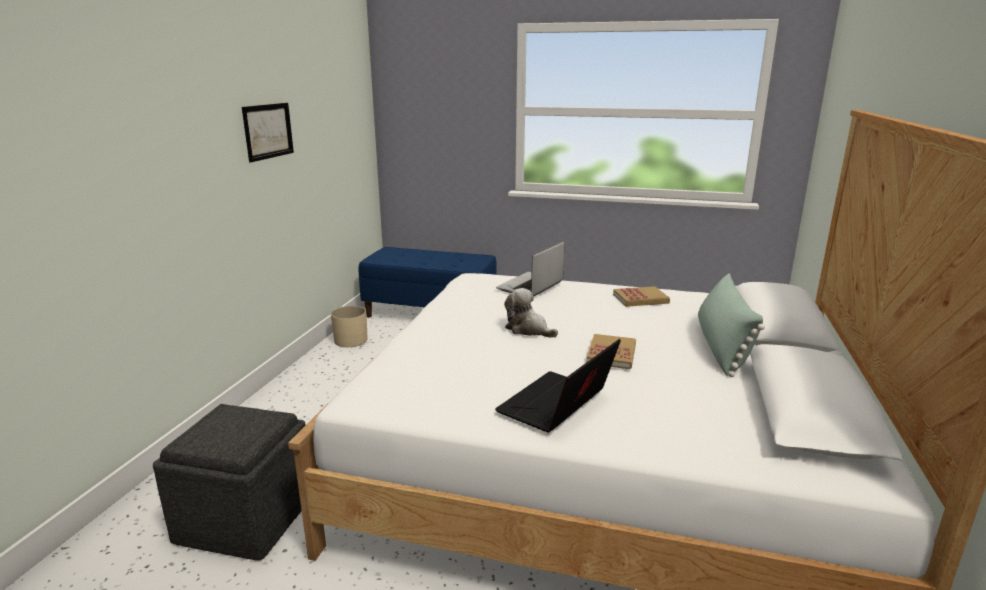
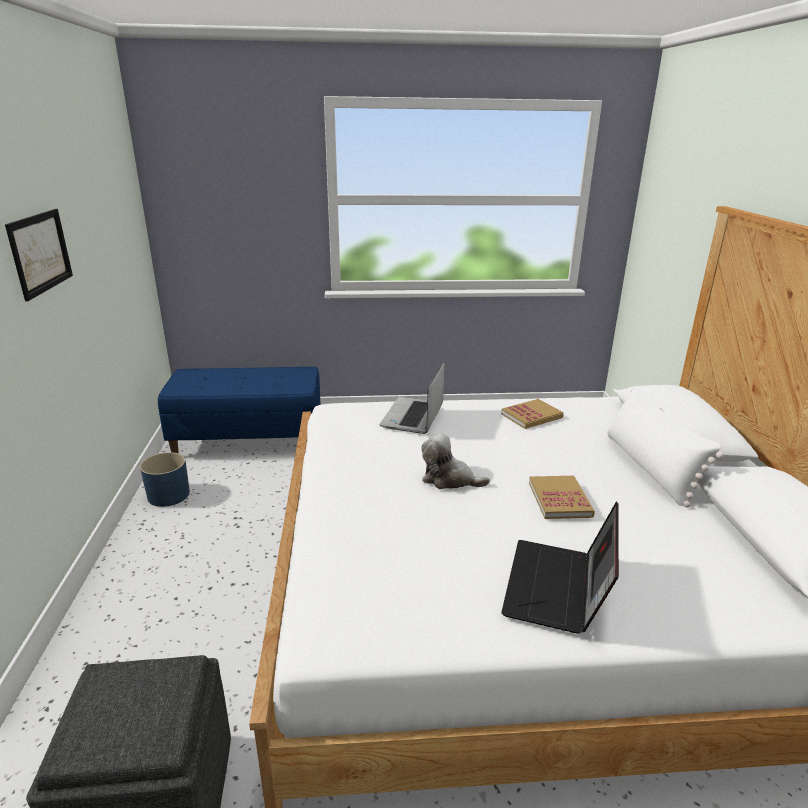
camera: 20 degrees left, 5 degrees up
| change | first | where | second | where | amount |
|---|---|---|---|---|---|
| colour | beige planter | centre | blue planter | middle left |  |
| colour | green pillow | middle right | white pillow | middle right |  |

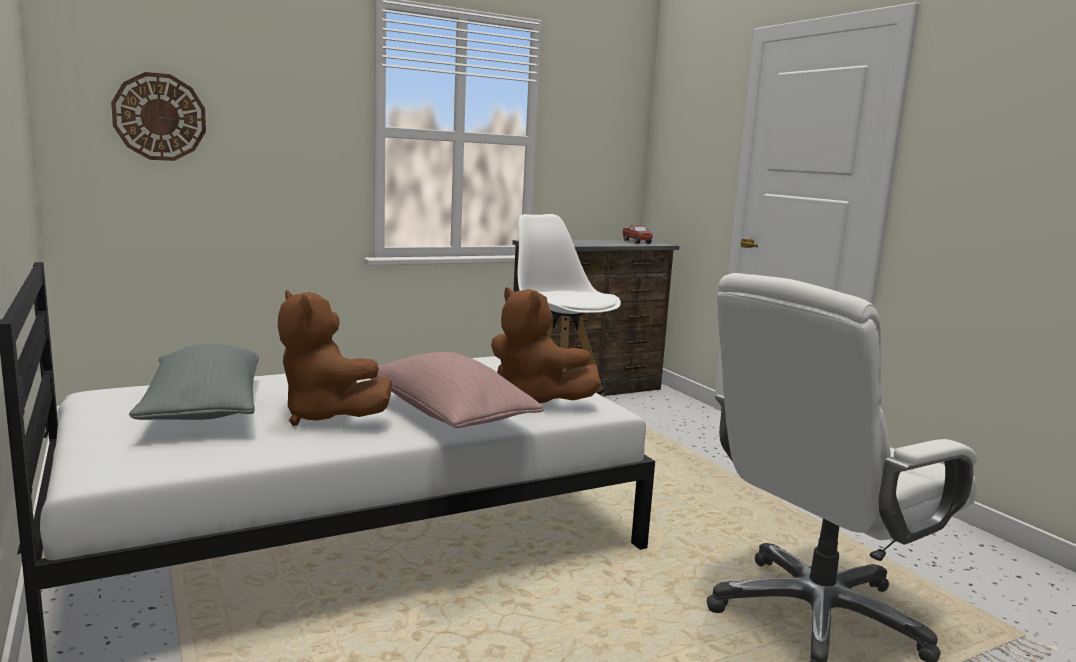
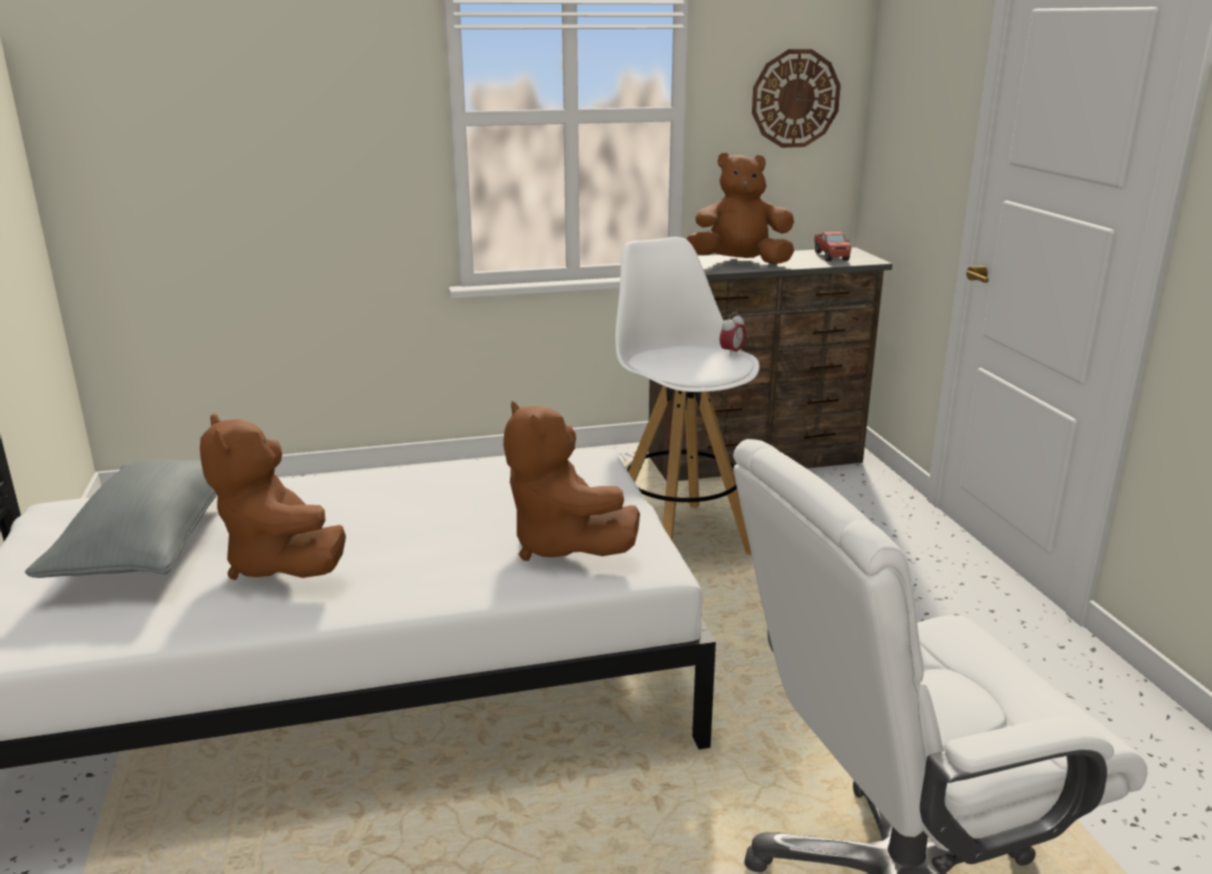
camera: 15 degrees right, 10 degrees up
| change | first | where | second | where | amount |
|---|---|---|---|---|---|
| relocated | wall clock | top left |  | top centre |  |
| missing | pink pillow | centre |  |  |  |
| appeared |  |  | brown plush toy (no. 3 from left) | top centre |  |
| appeared |  |  | alarm clock | centre |  |

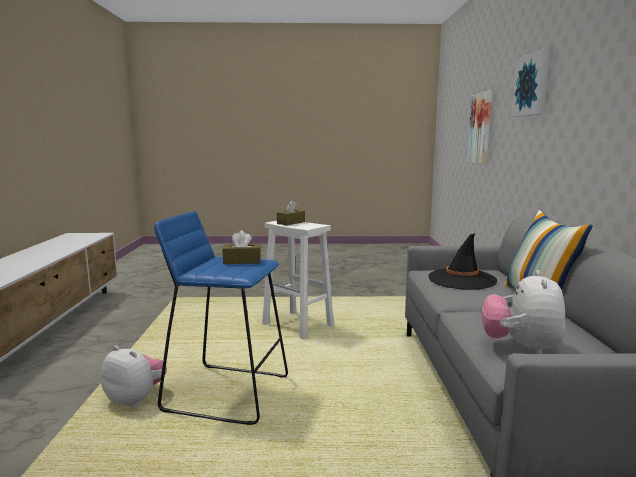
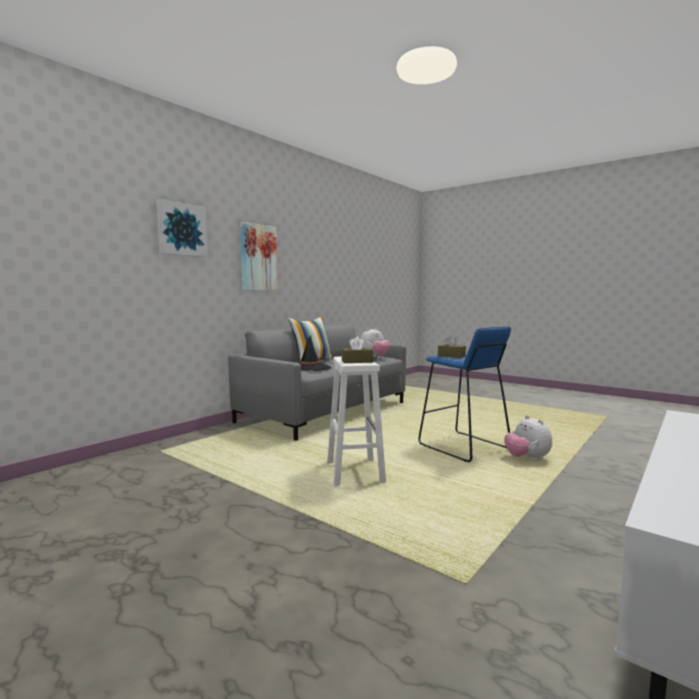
camera: 140 degrees left, 5 degrees down
| change | first | where | second | where | amount |
|---|---|---|---|---|---|
| relocated | picture (no. 1 from left in the first image) | top right | picture (no. 2 from left) | centre |  |

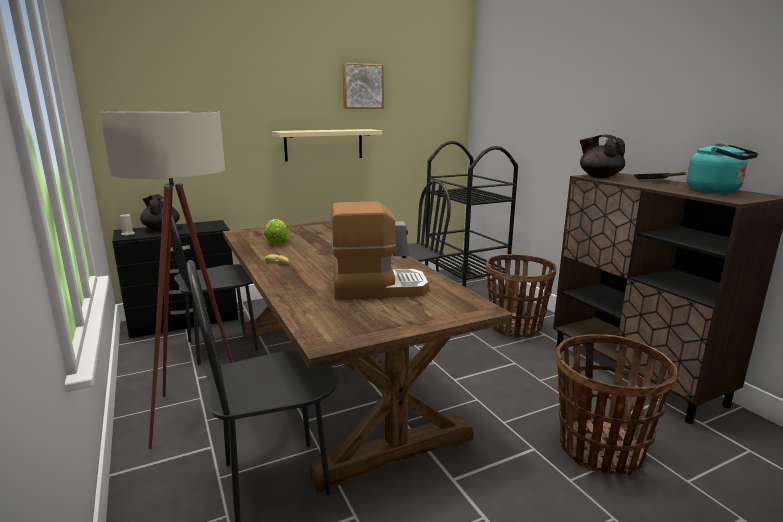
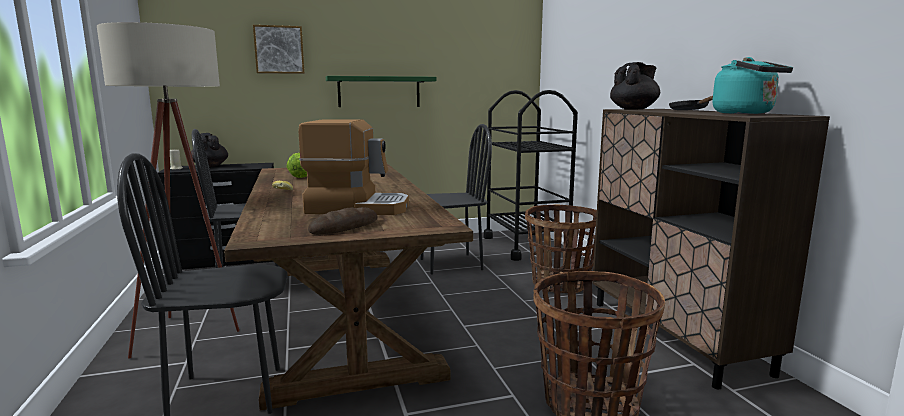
camera: 10 degrees right, 5 degrees down
| change | first | where | second | where | amount |
|---|---|---|---|---|---|
| colour | beige shelf | top centre | green shelf | top centre |  |
| relocated | picture | top centre |  | top left |  |
| spun | black teapot (no. 2 from left) | top right |  | top right | 75 degrees clockwise |
| appeared |  |  | bread (no. 2 from left) | centre |  |

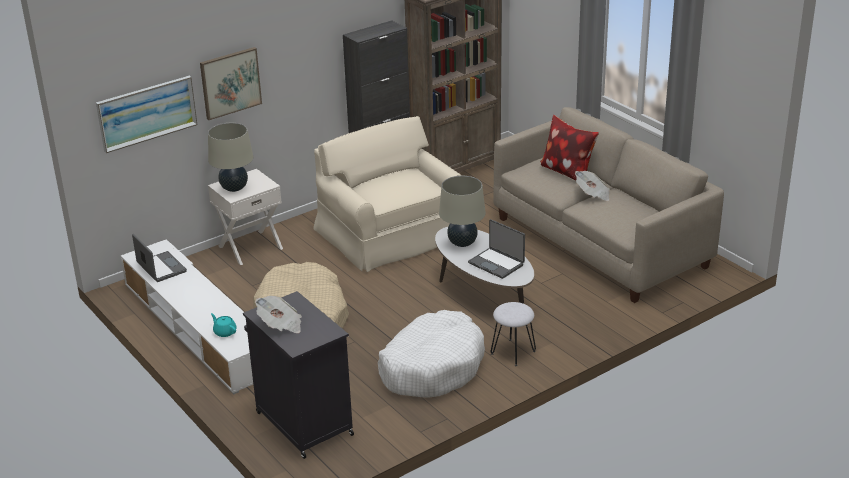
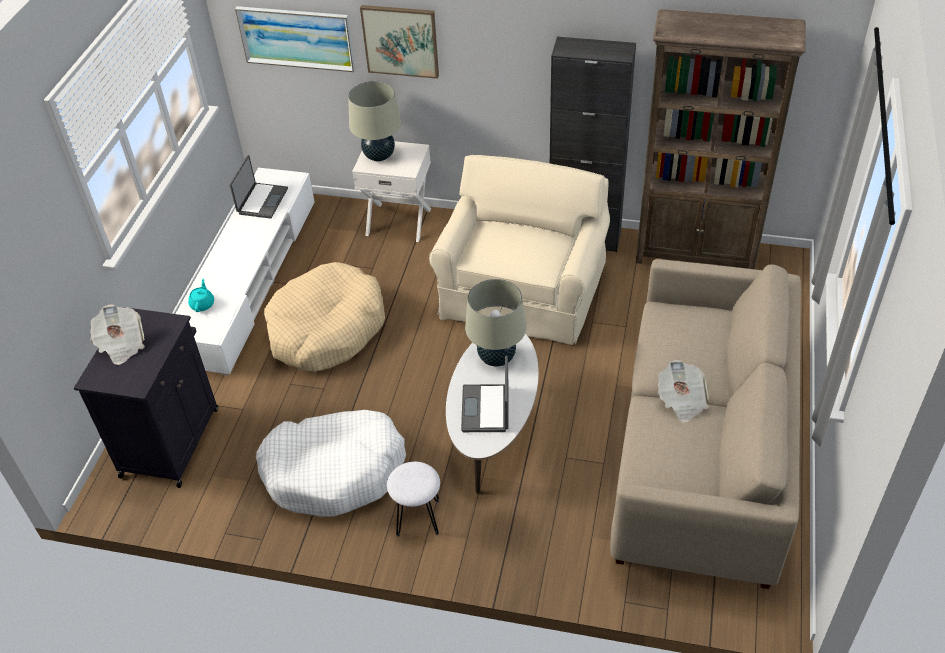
camera: 50 degrees right, 15 degrees up
| change | first | where | second | where | amount |
|---|---|---|---|---|---|
| missing | pillow | top right |  |  |  |

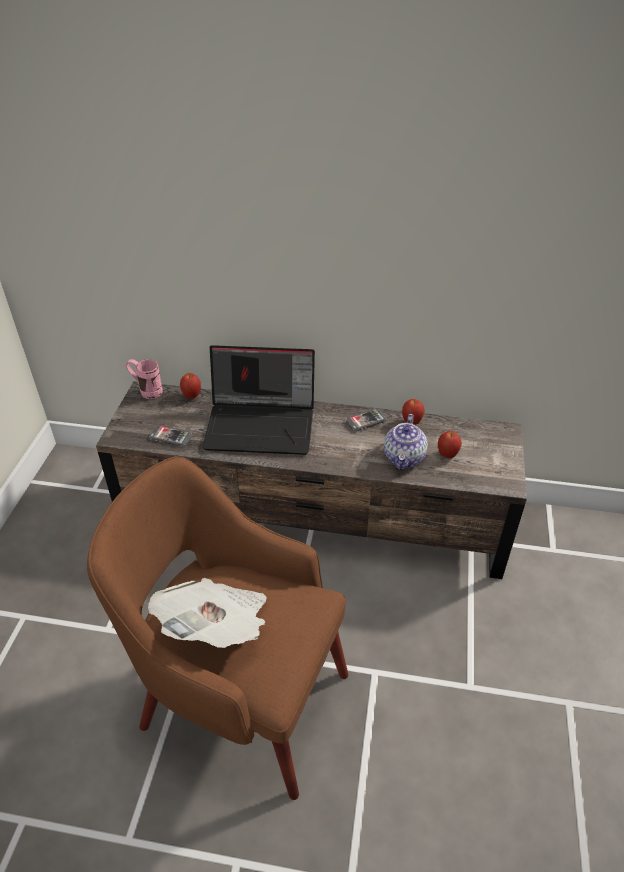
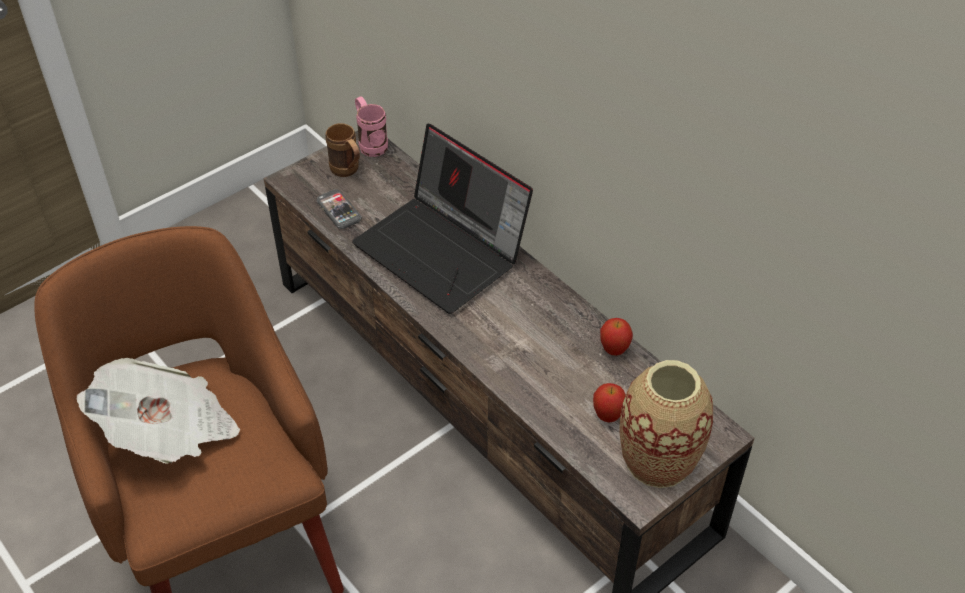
camera: 40 degrees right, 5 degrees up
| change | first | where | second | where | amount |
|---|---|---|---|---|---|
| missing | apple (no. 1 from left) | middle left |  |  |  |
| missing | phone (no. 2 from left) | centre |  |  |  |
| missing | teapot | centre |  |  |  |
| appeared |  |  | brown mug | top centre |  |
| appeared |  |  | vase | bottom right |  |

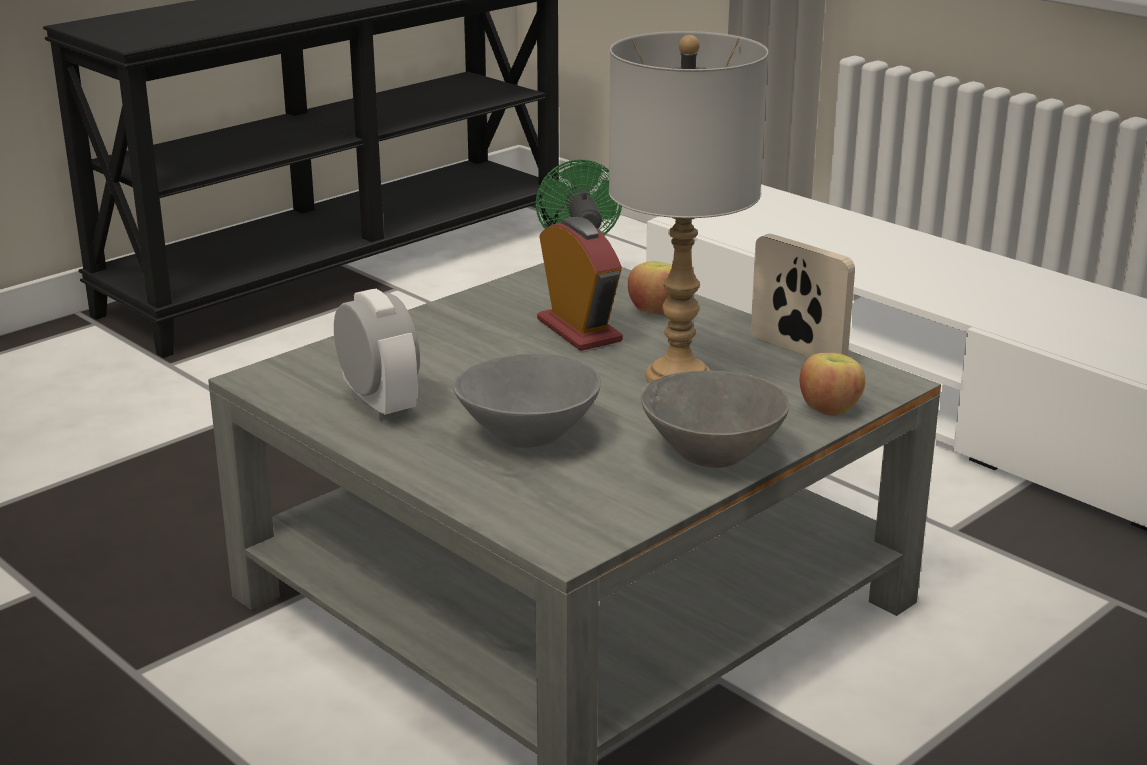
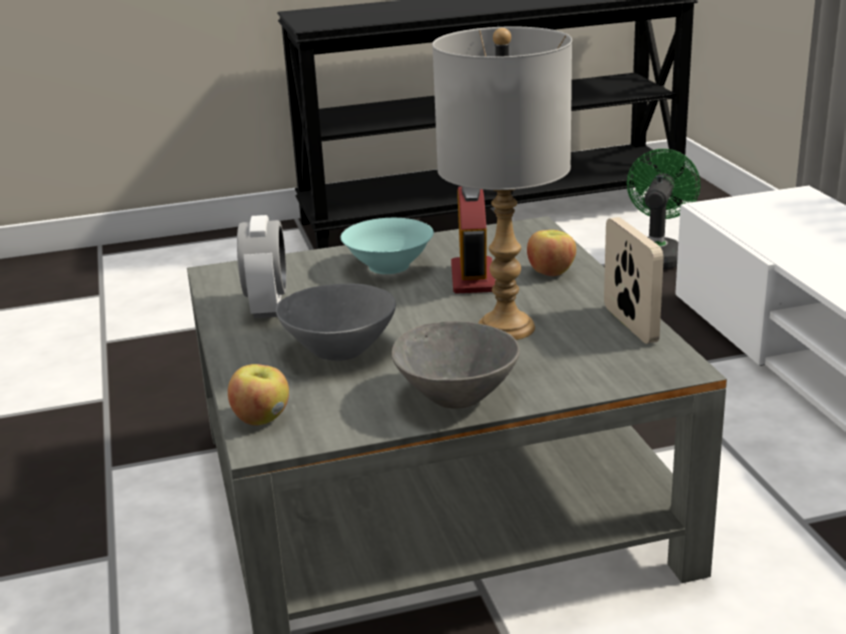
camera: 30 degrees right, 0 degrees up
| change | first | where | second | where | amount |
|---|---|---|---|---|---|
| relocated | apple (no. 2 from left in the first image) | middle right | apple (no. 1 from left) | middle left |  |
| appeared |  |  | turquoise bowl | centre |  |

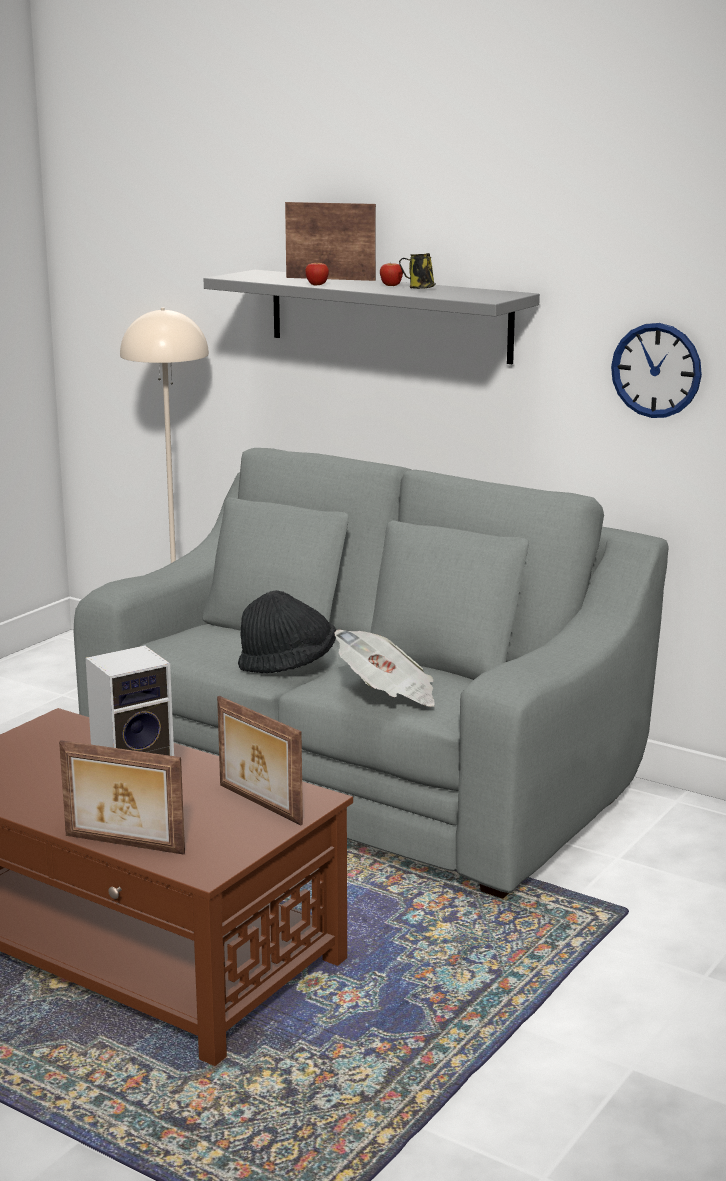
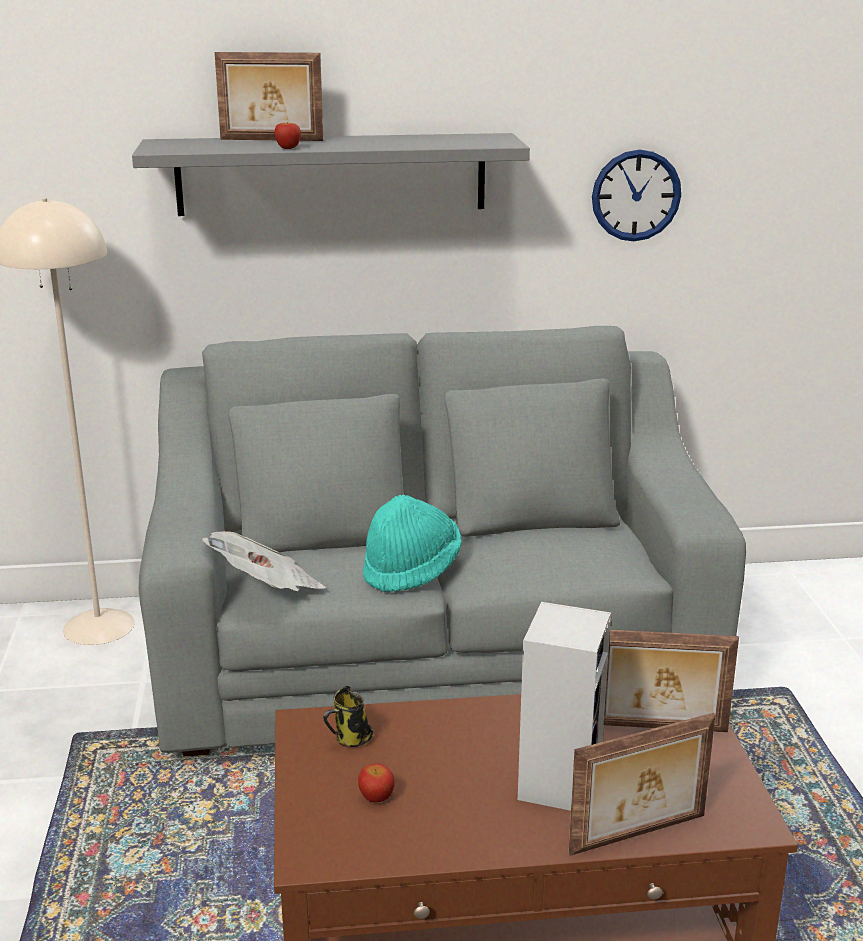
camera: 40 degrees left, 5 degrees up
| change | first | where | second | where | amount |
|---|---|---|---|---|---|
| colour | black hat | centre | turquoise hat | centre |  |
| spun | picture frame (no. 3 from left in the first image) | top centre | picture frame (no. 1 from left) | top left | 150 degrees counterclockwise |
| relocated | newspaper | centre |  | middle left |  |
| relocated | apple (no. 2 from left) | top centre |  | bottom centre |  |
| relocated | mug | top centre |  | bottom centre |  |

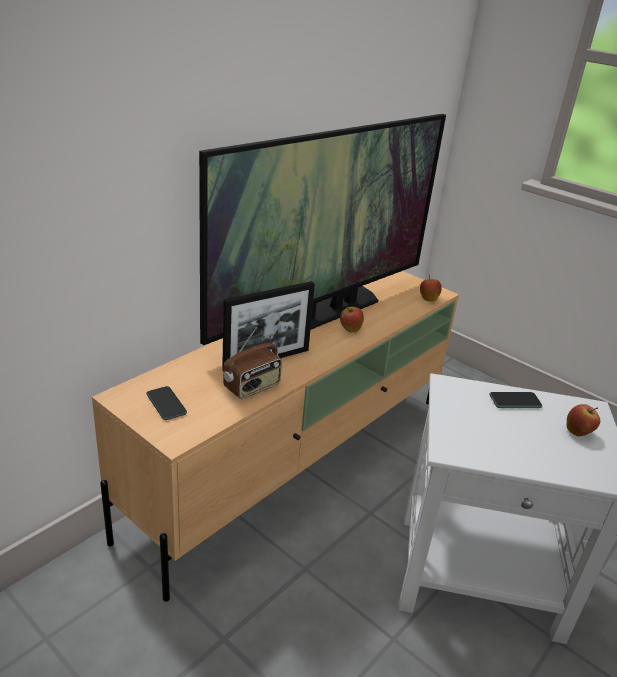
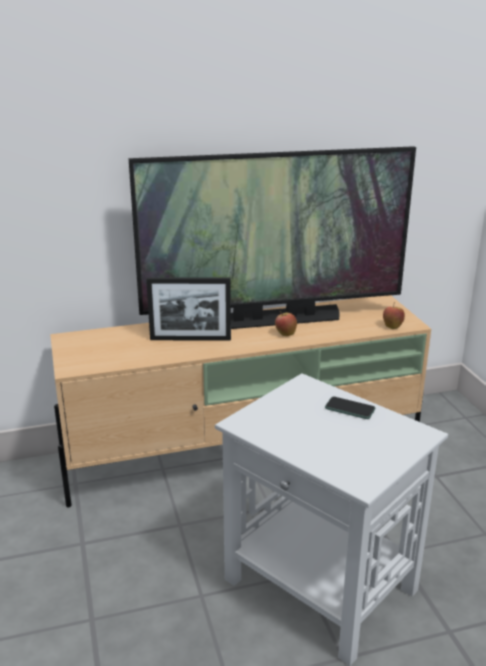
camera: 35 degrees right, 5 degrees down
| change | first | where | second | where | amount |
|---|---|---|---|---|---|
| missing | phone (no. 1 from left) | middle left |  |  |  |
| missing | radio | centre |  |  |  |
| missing | apple (no. 3 from left) | middle right |  |  |  |

